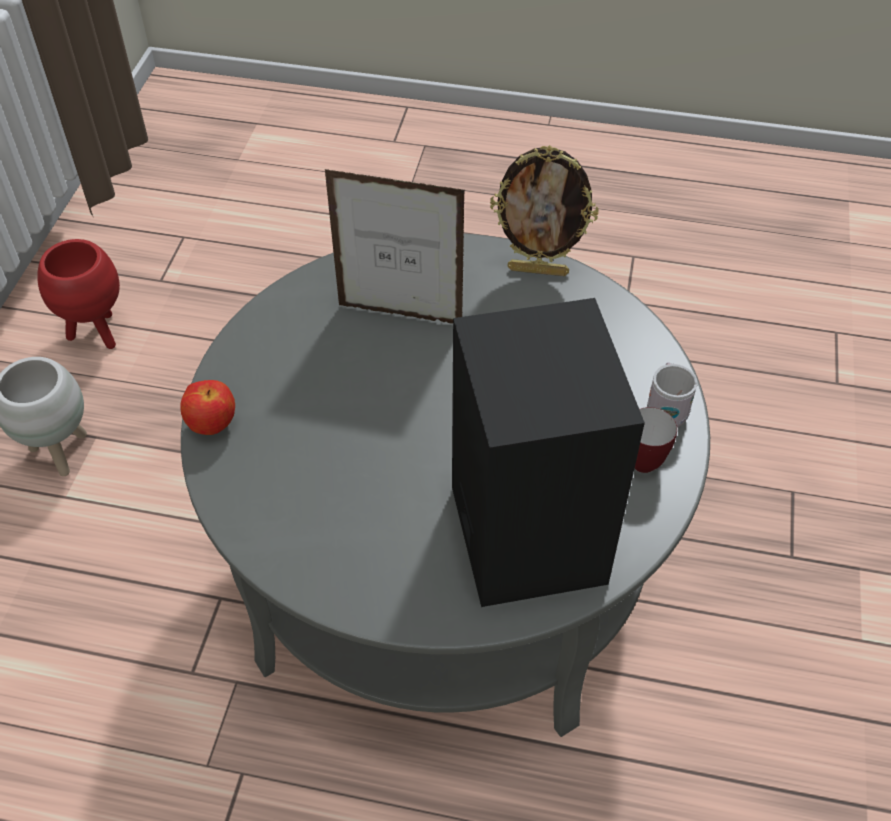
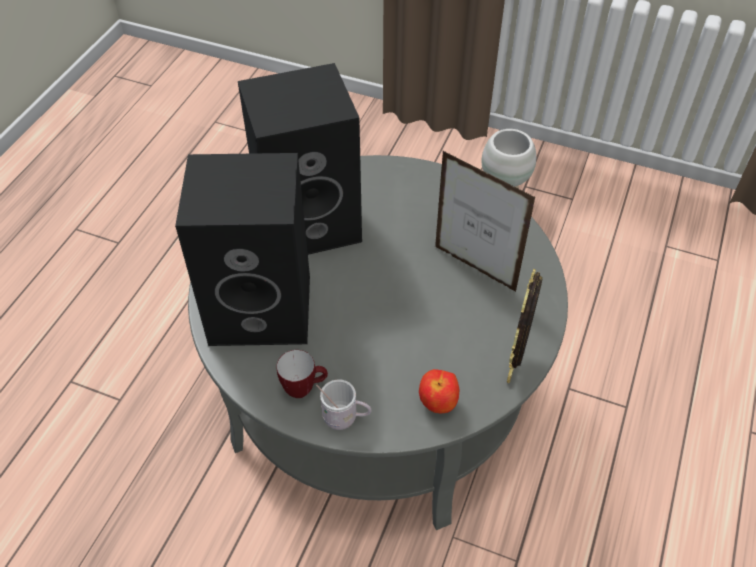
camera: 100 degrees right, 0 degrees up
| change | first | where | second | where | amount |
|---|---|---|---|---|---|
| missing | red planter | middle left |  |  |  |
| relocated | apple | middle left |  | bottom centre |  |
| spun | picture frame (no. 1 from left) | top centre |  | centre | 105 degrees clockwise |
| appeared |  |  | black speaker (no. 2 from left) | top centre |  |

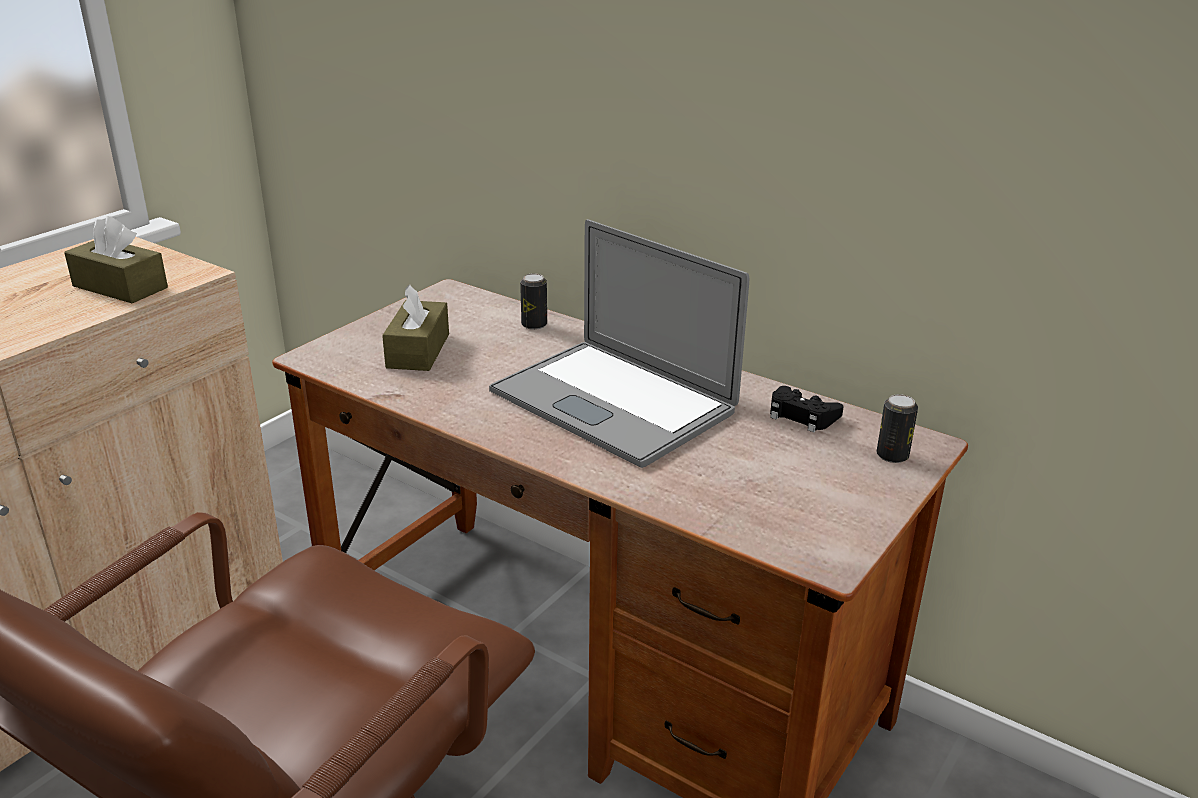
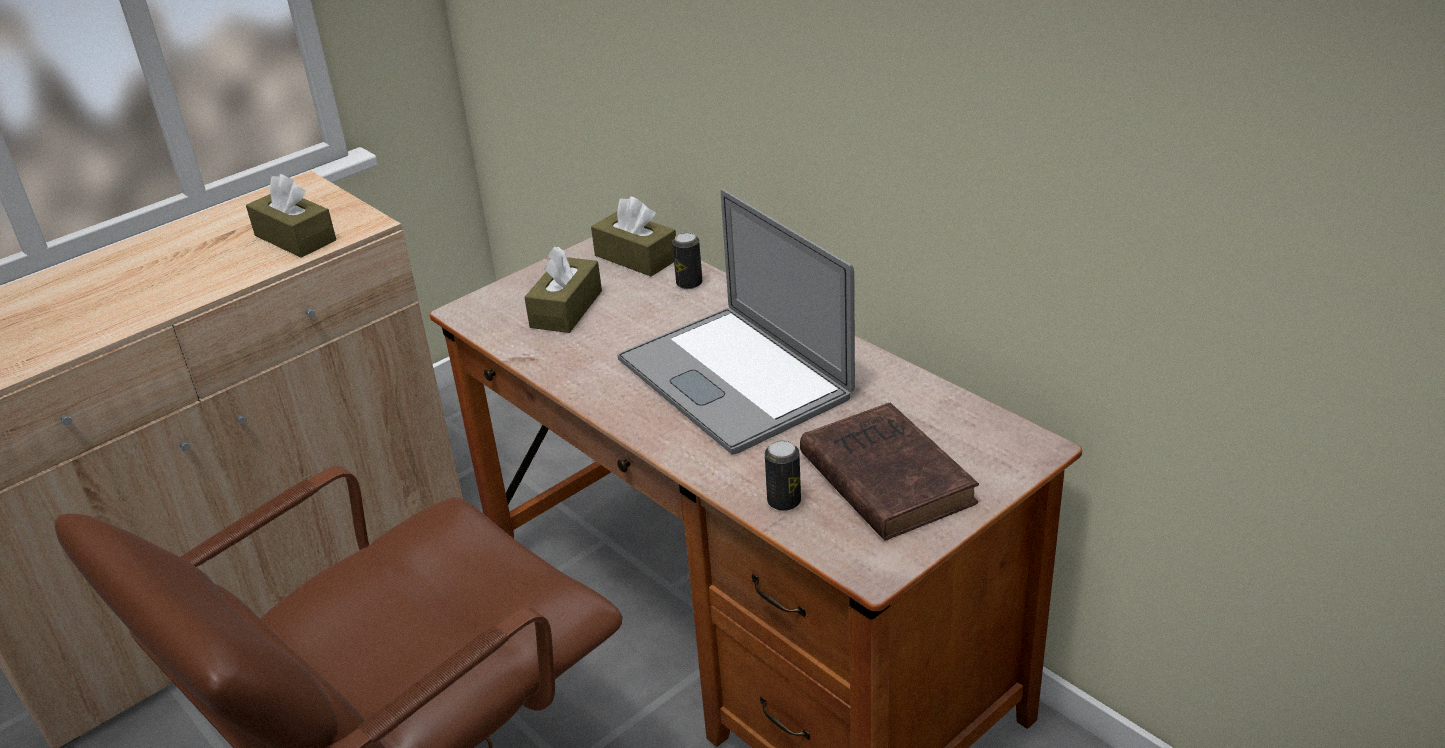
camera: 15 degrees right, 5 degrees up
| change | first | where | second | where | amount |
|---|---|---|---|---|---|
| missing | black game controller | middle right |  |  |  |
| relocated | can (no. 2 from left) | middle right |  | centre |  |
| appeared |  |  | brown tissue box (no. 3 from left) | top centre |  |
| appeared |  |  | brown book | centre |  |

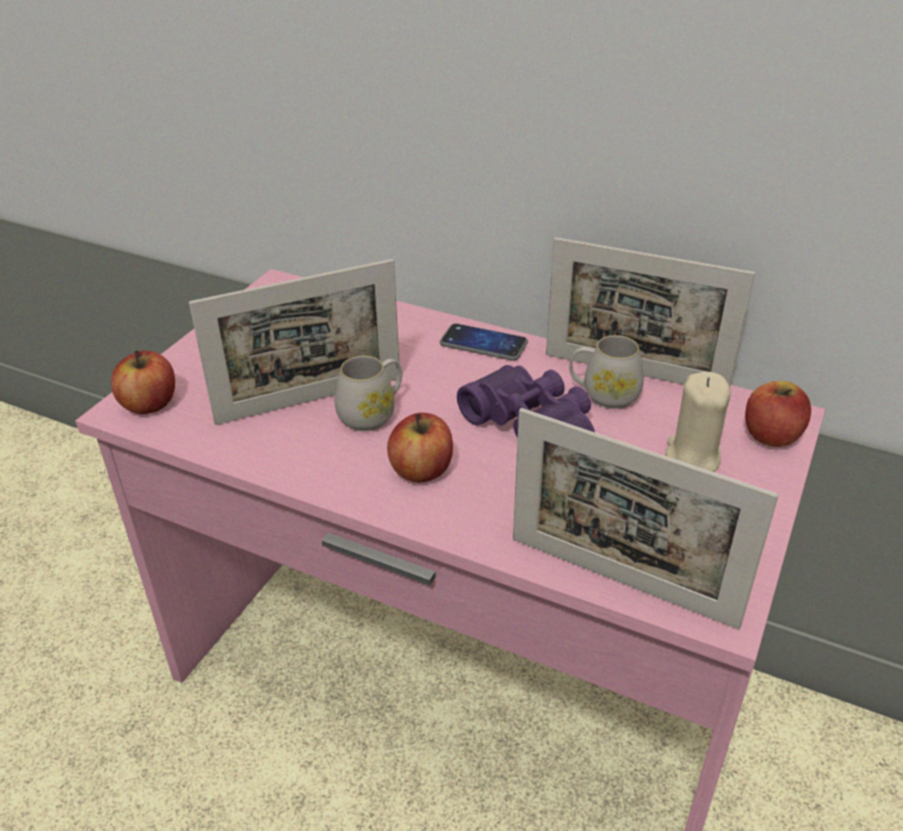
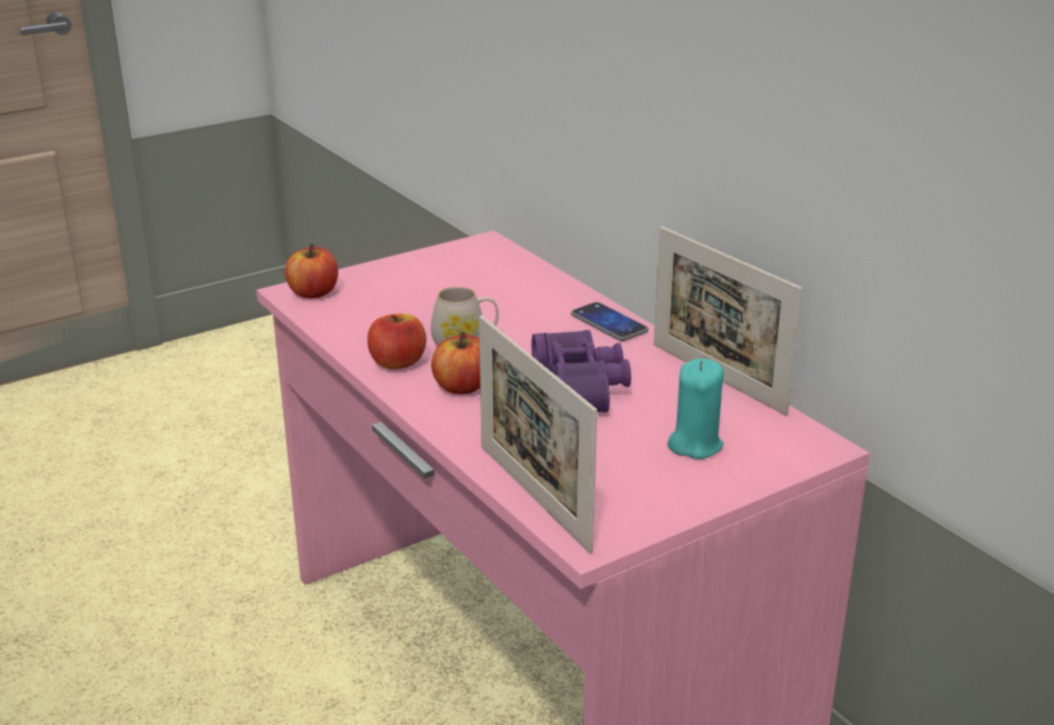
camera: 30 degrees right, 10 degrees down
| change | first | where | second | where | amount |
|---|---|---|---|---|---|
| missing | picture frame (no. 1 from left) | middle left |  |  |  |
| missing | white mug (no. 2 from left) | middle right |  |  |  |
| colour | beige candle | middle right | turquoise candle | centre |  |
| relocated | apple (no. 3 from left in the first image) | middle right | apple (no. 2 from left) | centre |  |

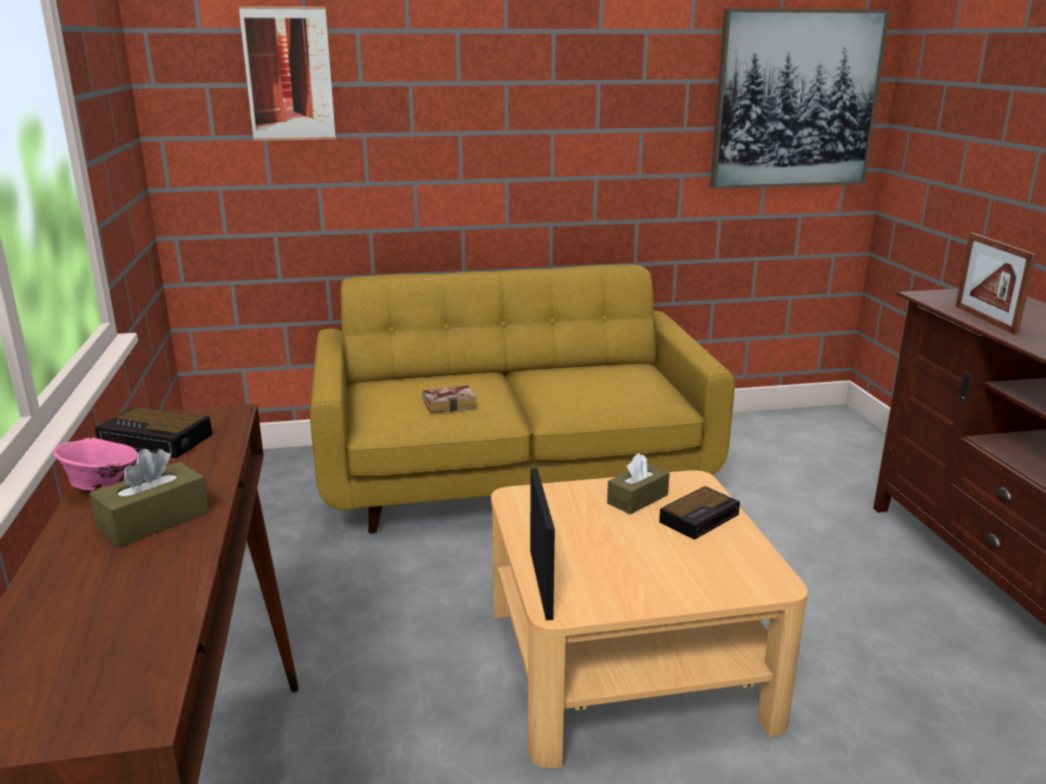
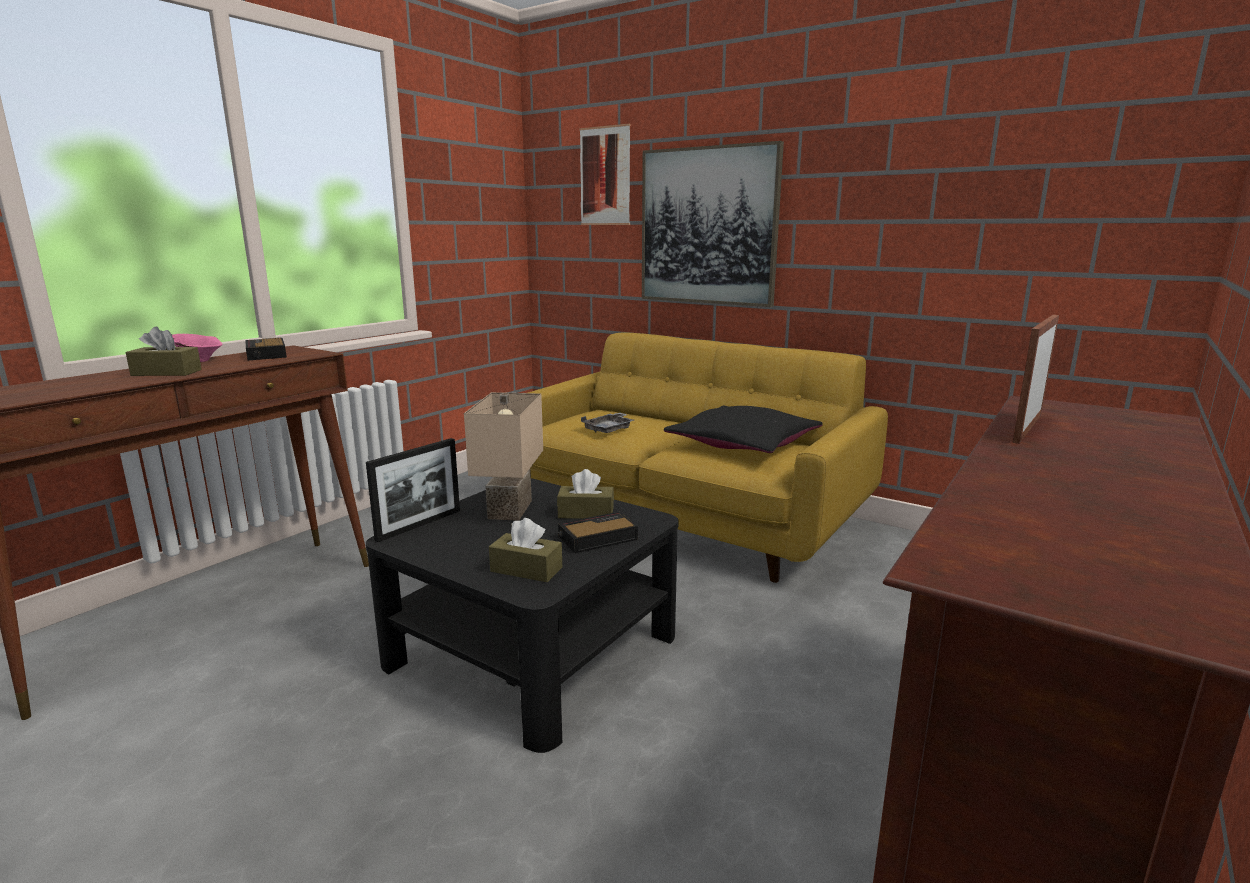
camera: 45 degrees right, 5 degrees down
| change | first | where | second | where | amount |
|---|---|---|---|---|---|
| exchanged | book | centre | grey tray | centre |  |
| colour | beige coffee table | bottom centre | black coffee table | bottom centre |  |
| spun | alarm clock (no. 2 from left) | middle right |  | centre | 150 degrees clockwise |
| relocated | picture (no. 2 from left) | top right |  | top centre |  |
| appeared |  |  | beige table lamp | centre |  |
| appeared |  |  | brown tissue box (no. 2 from left) | centre |  |
| appeared |  |  | black pillow | centre |  |

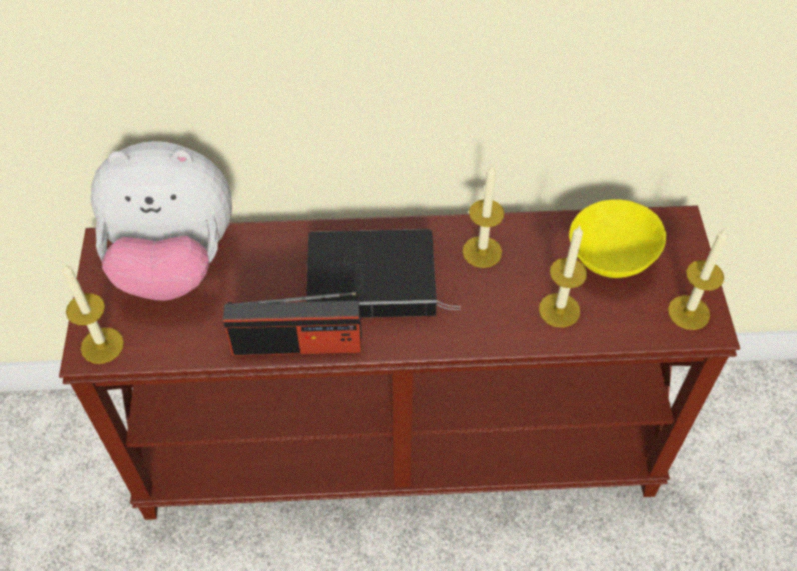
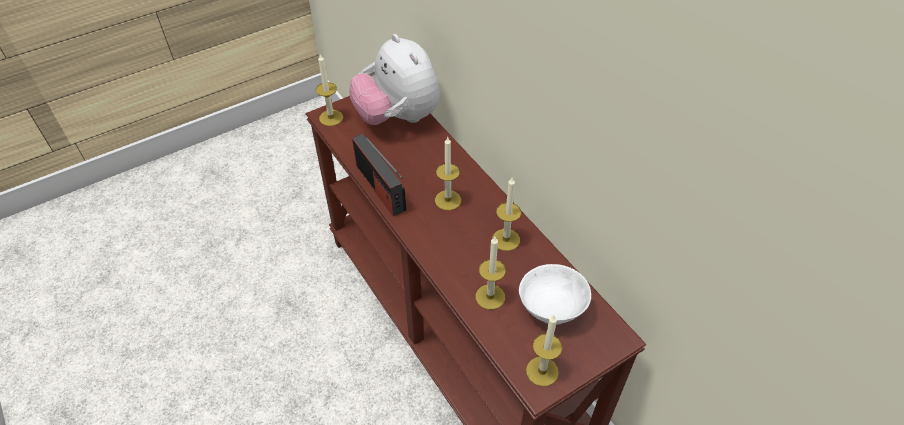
camera: 60 degrees right, 5 degrees down
| change | first | where | second | where | amount |
|---|---|---|---|---|---|
| exchanged | book | centre | candle (no. 2 from left) | centre |  |
| colour | yellow bowl | middle right | white bowl | bottom centre |  |

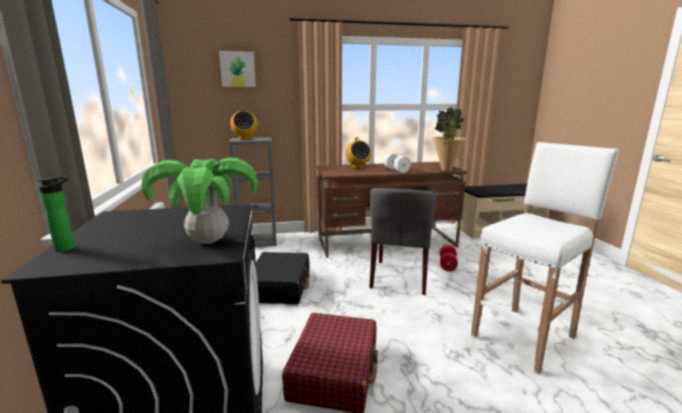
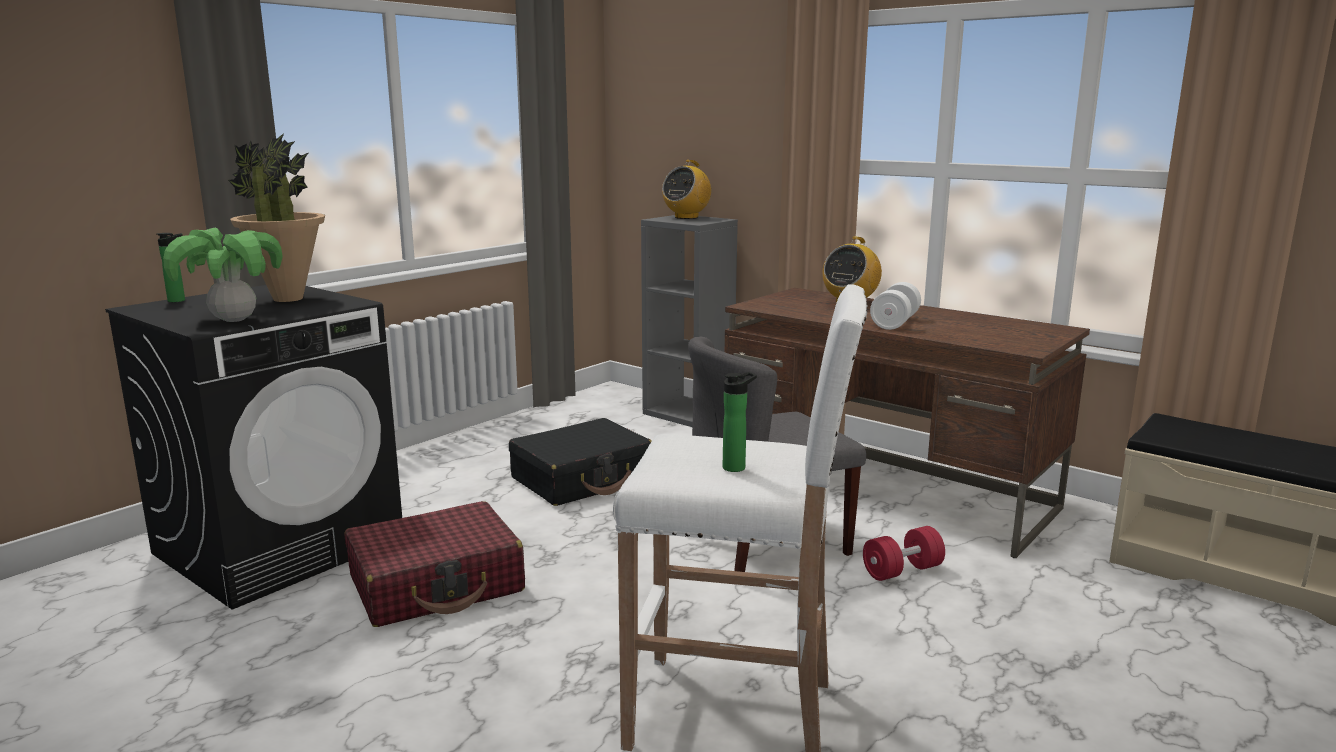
camera: 50 degrees right, 0 degrees up
| change | first | where | second | where | amount |
|---|---|---|---|---|---|
| missing | picture | top centre |  |  |  |
| relocated | potted plant (no. 2 from left) | centre |  | top left |  |
| appeared |  |  | bottle (no. 2 from left) | centre |  |

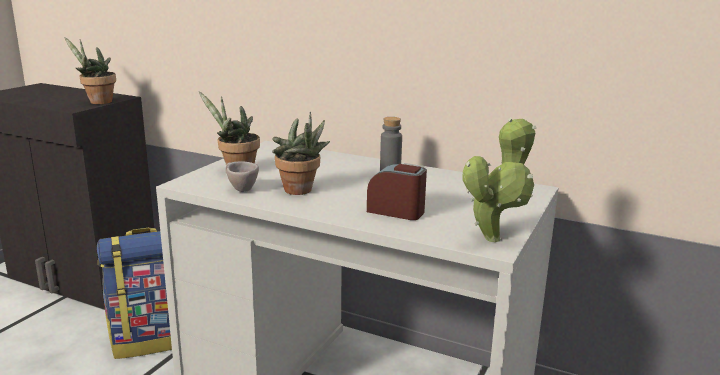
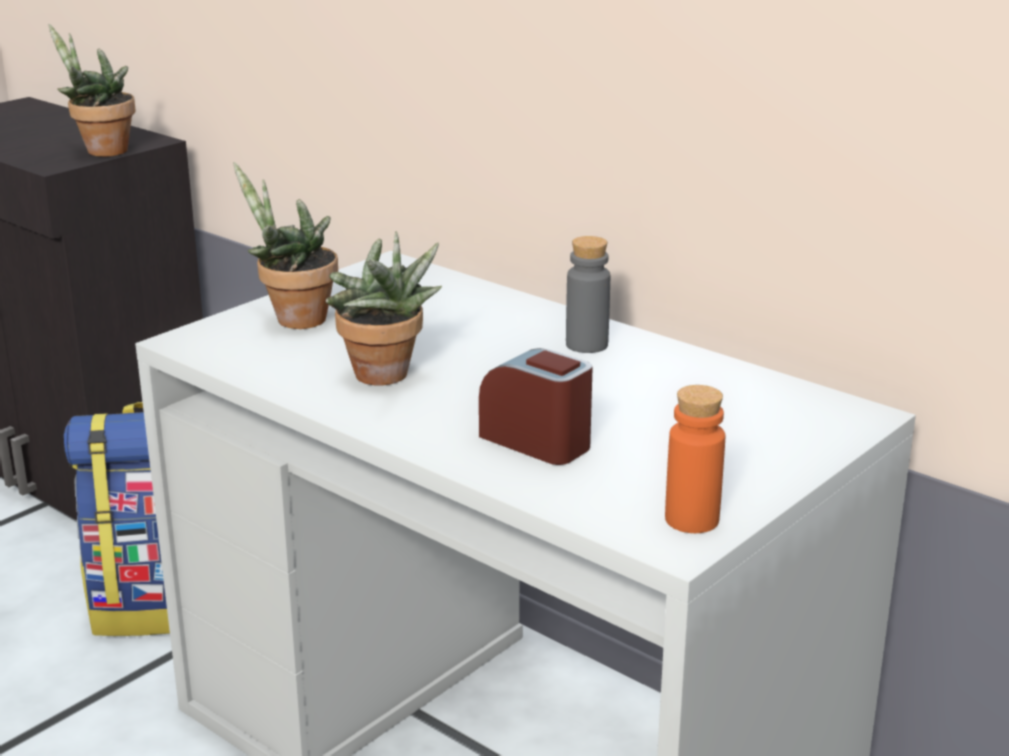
camera: 15 degrees right, 5 degrees up
| change | first | where | second | where | amount |
|---|---|---|---|---|---|
| missing | beige cup | centre |  |  |  |
| exchanged | potted plant (no. 4 from left) | middle right | orange bottle | middle right |  |

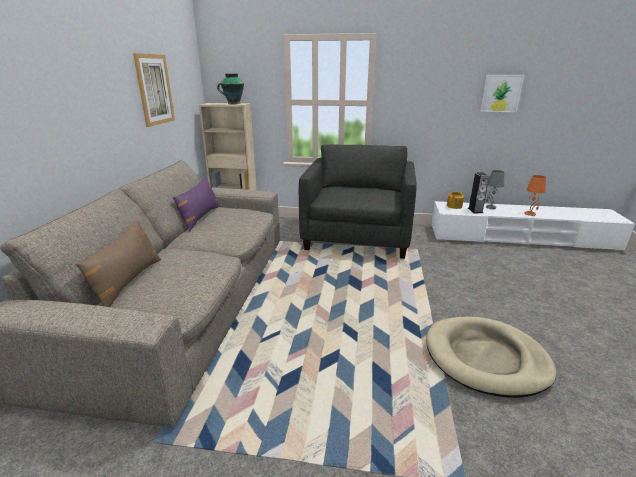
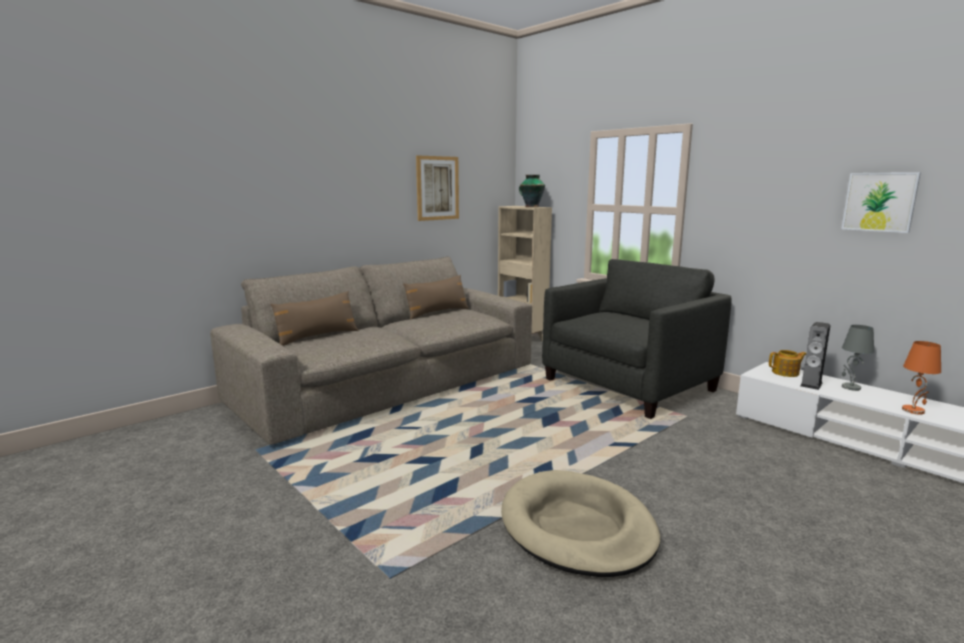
camera: 40 degrees right, 10 degrees down
| change | first | where | second | where | amount |
|---|---|---|---|---|---|
| colour | purple pillow | middle left | brown pillow (no. 2 from left) | centre |  |

